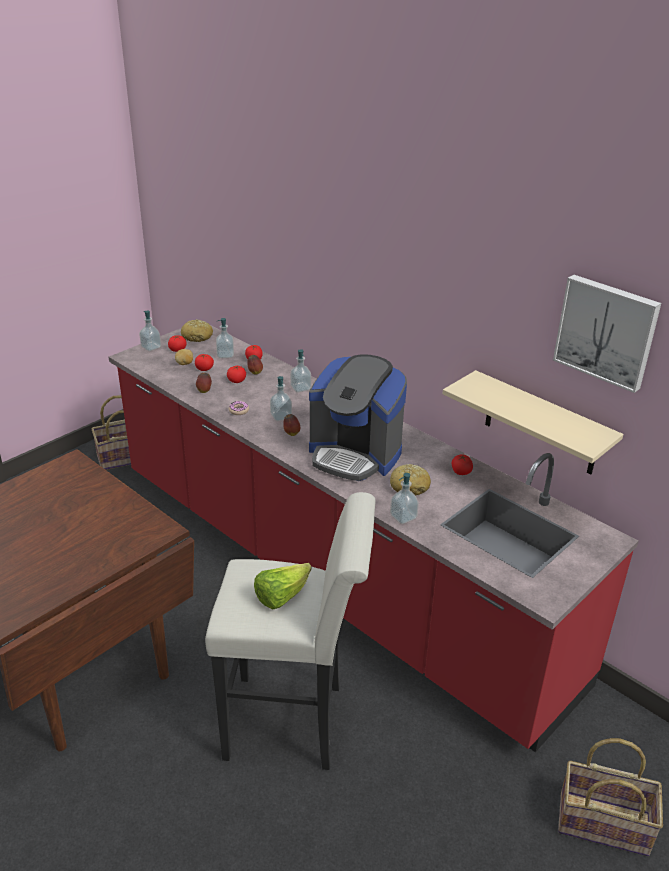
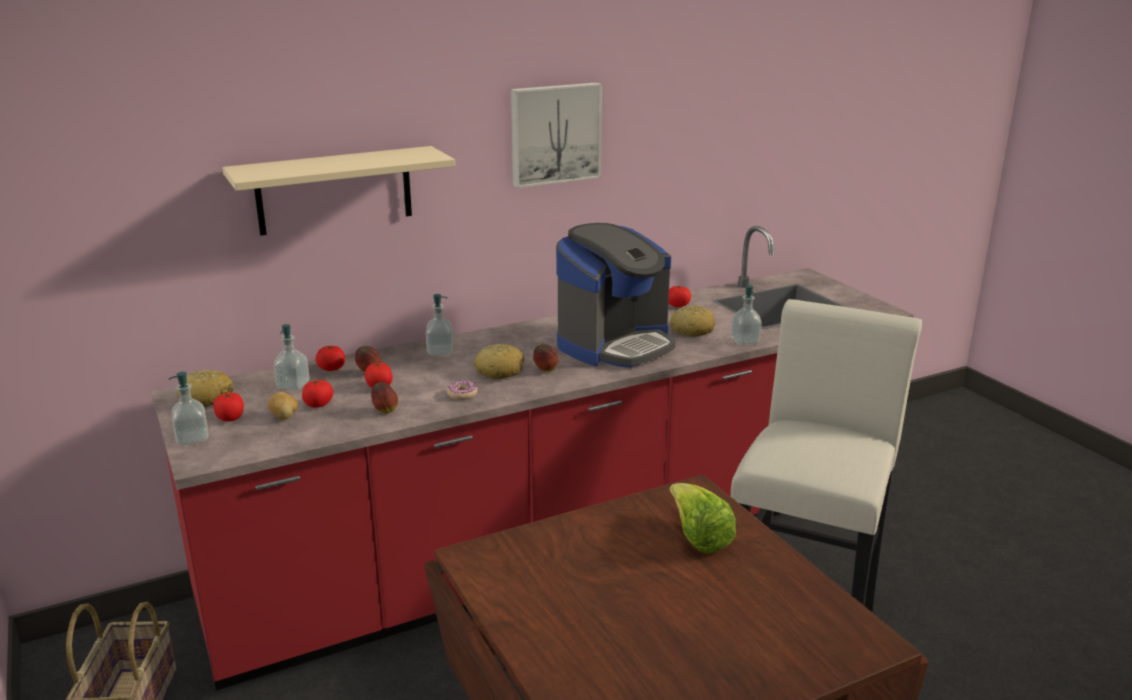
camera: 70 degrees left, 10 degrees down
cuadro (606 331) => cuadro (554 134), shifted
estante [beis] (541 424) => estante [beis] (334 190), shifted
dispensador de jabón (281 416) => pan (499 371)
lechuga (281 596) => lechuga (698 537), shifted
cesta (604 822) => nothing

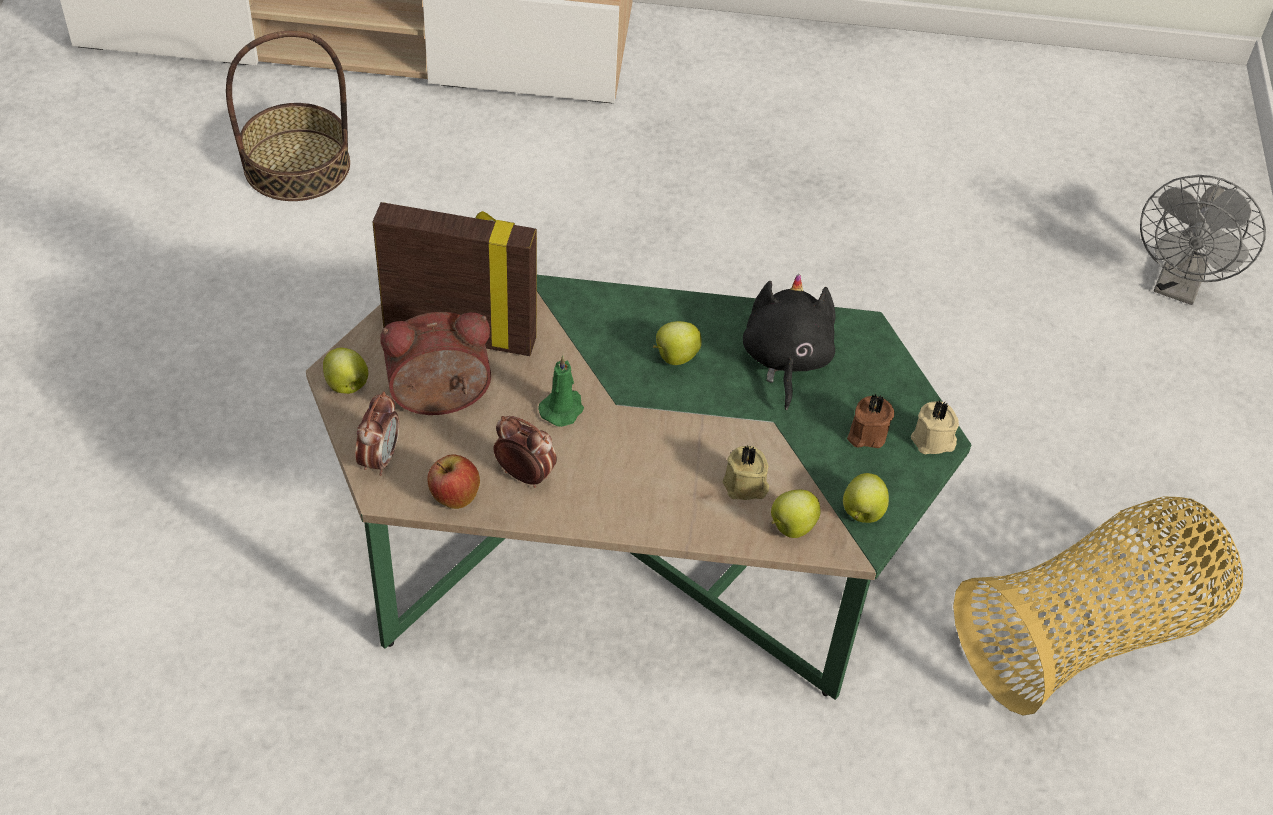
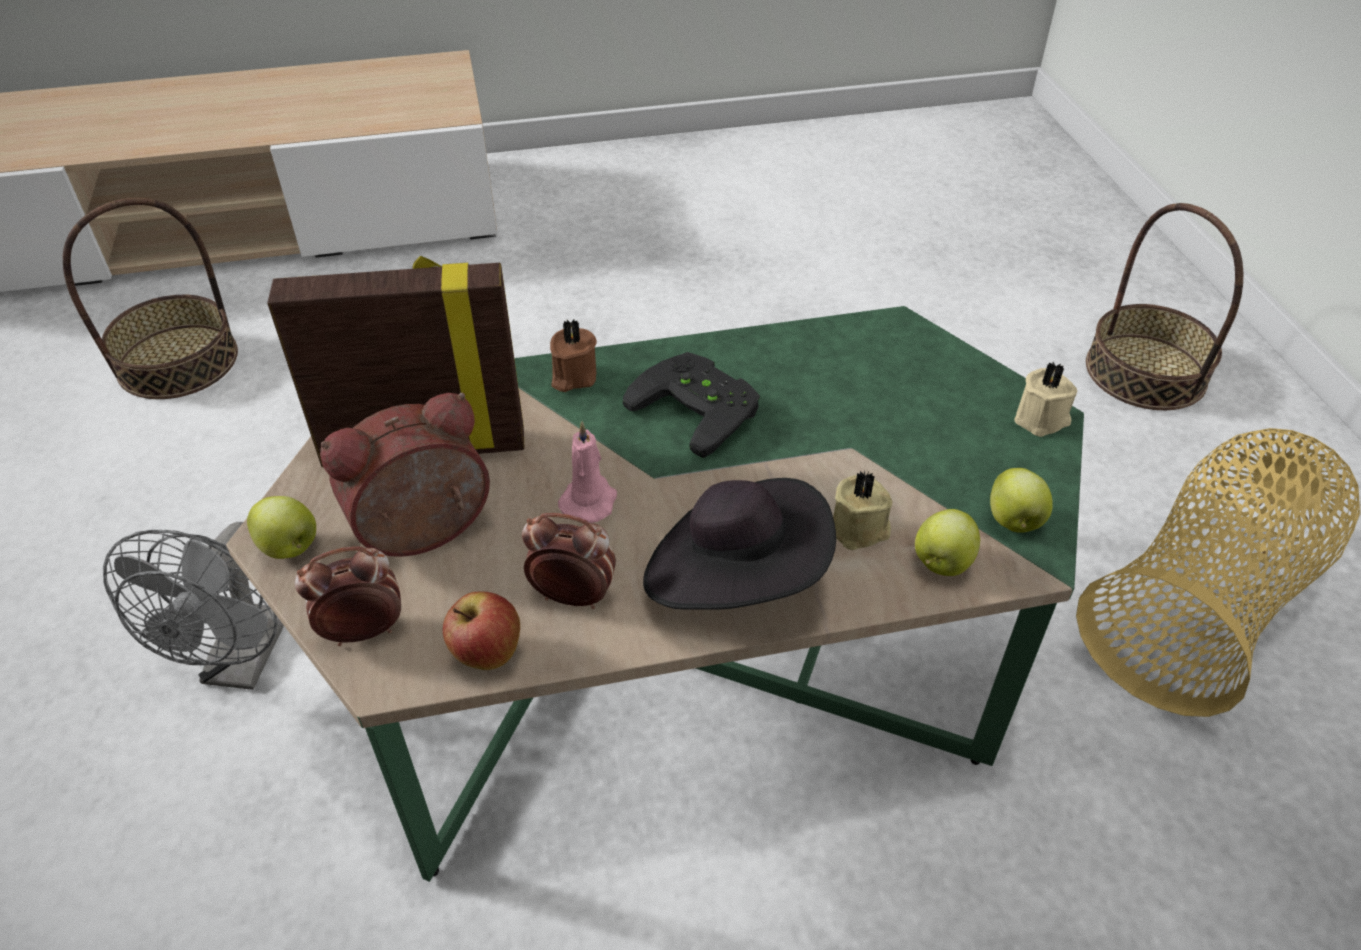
camera: 15 degrees left, 5 degrees down
ventilador [gris] (1178 286) => ventilador [gris] (241 664), shifted
peluche [negro] (785 359) => nothing
manzana (675 357) => mando de consola [negro] (701 407)
vela [verde] (563 408) => vela [rosa] (589 500)
despertador (379 458) => despertador (363 631), 105 degrees counterclockwise
vela [marrón] (866 434) => vela [marrón] (572 376), shifted
nothing => cesta (1146 372)
nothing => sombrero [negro] (736 577)

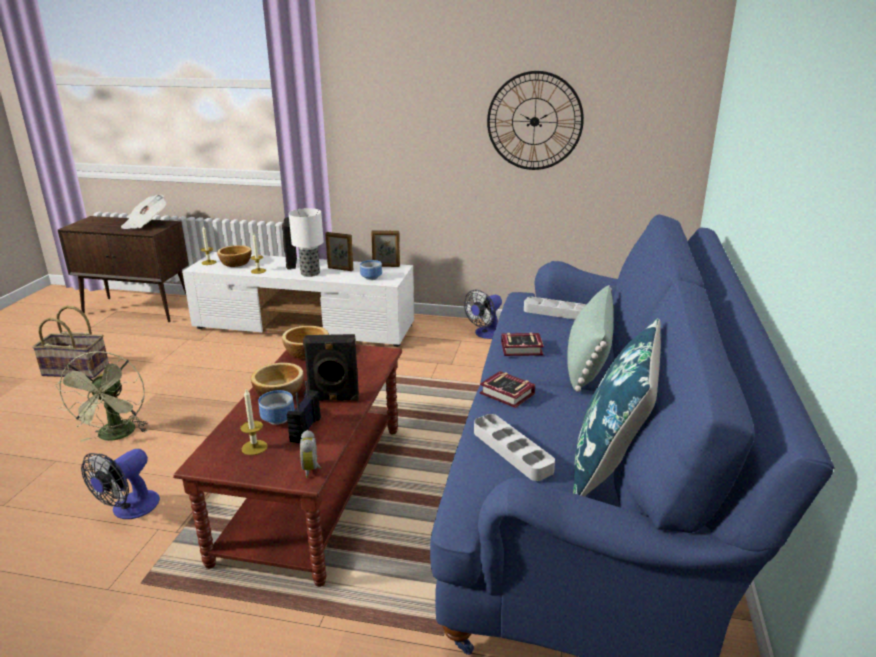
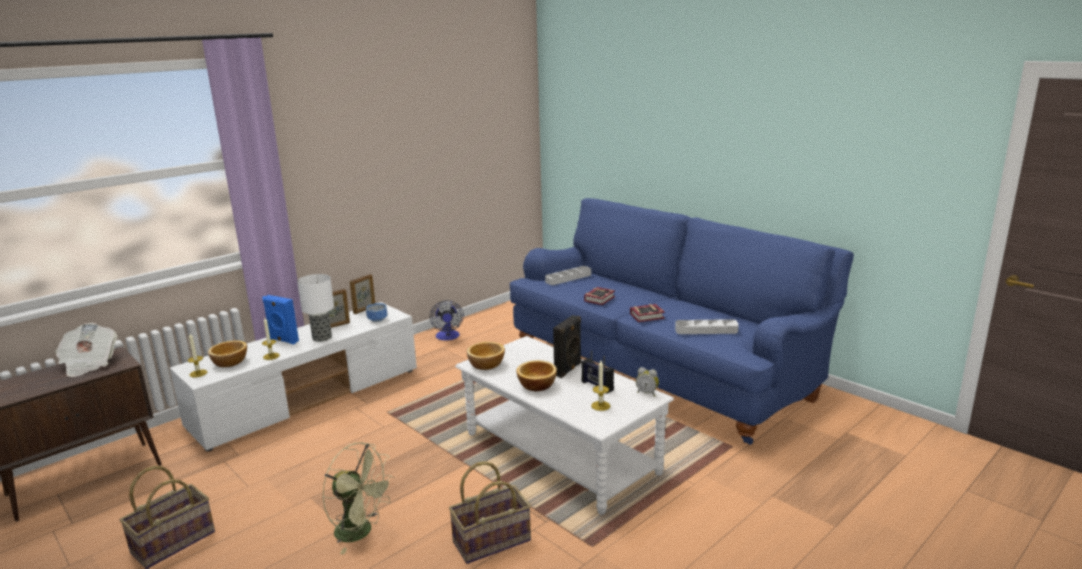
camera: 55 degrees left, 5 degrees down
reloj de pared (534 121) => nothing
altavoz [negro] (291 264) => altavoz [azul] (283 340)
cojín [verde] (588 360) => nothing
cojín [azul] (611 465) => nothing
mesa de centro [marrón] (313 491) => mesa de centro [blanco] (560 454)
cuenco (279 419) => nothing
ventilador (129 510) => cesta (491 540)

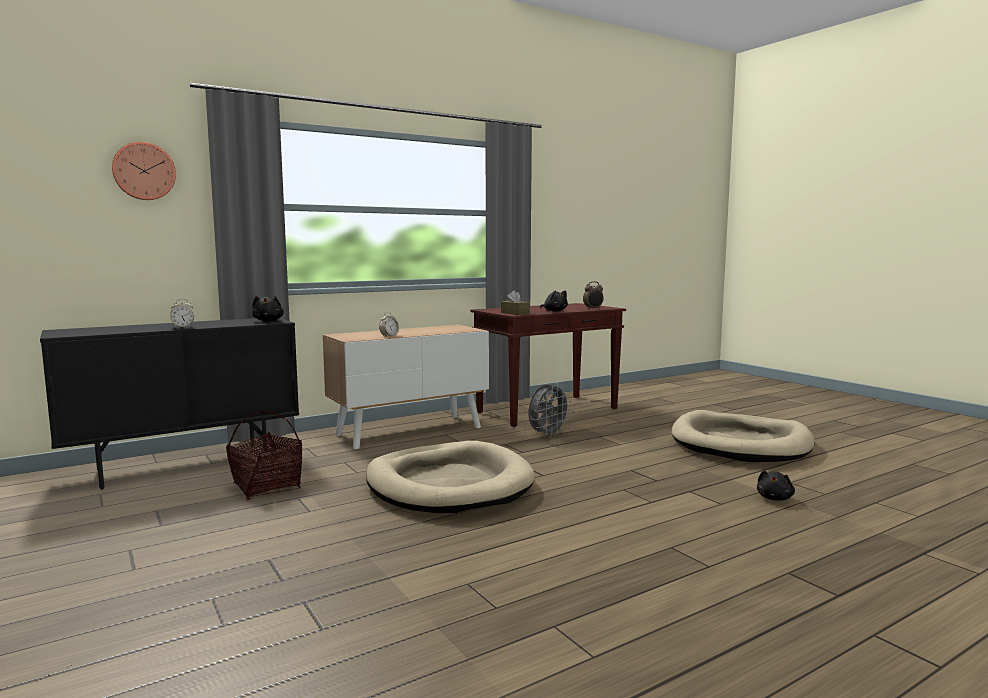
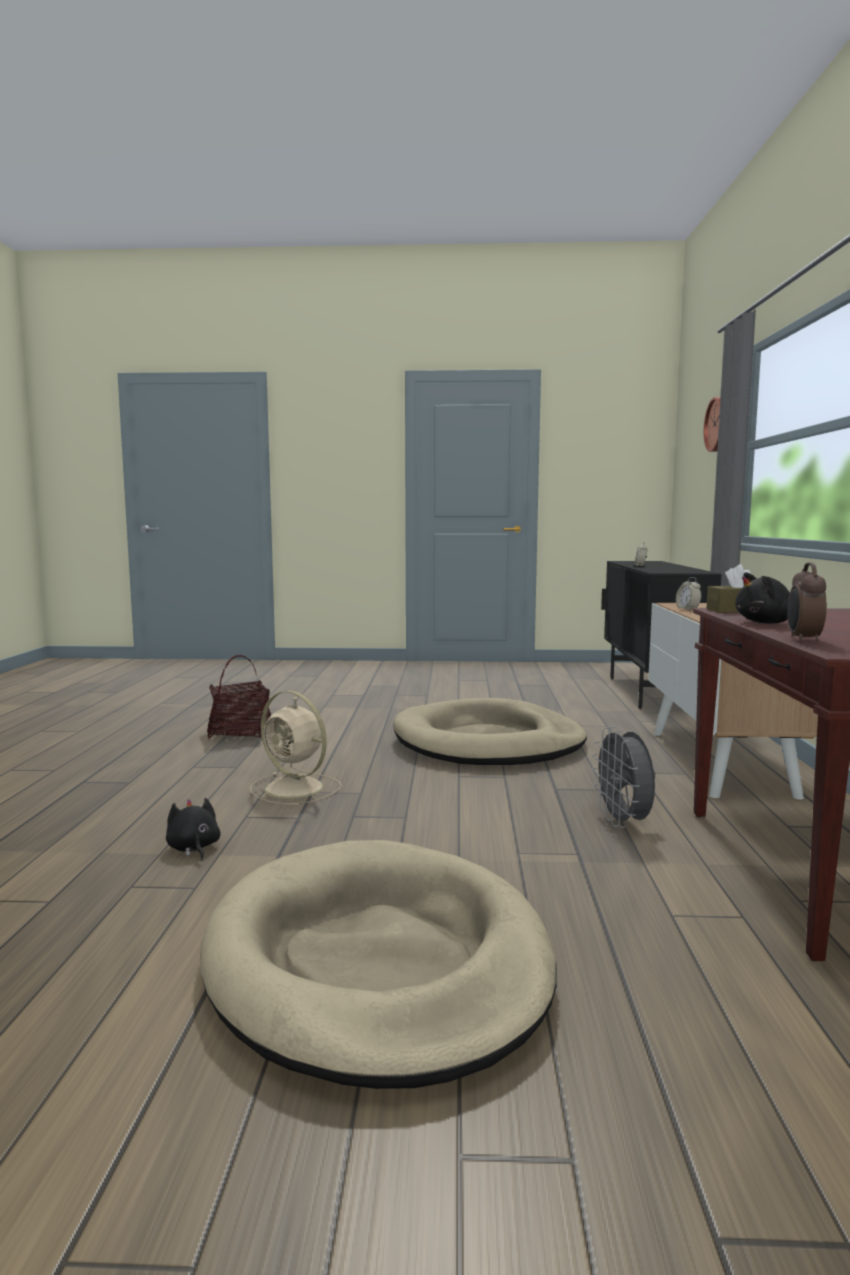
camera: 125 degrees right, 0 degrees up
peluche [negro] (268 321) => nothing
cesta (266 487) => cesta (241 732), shifted
nothing => ventilador [beis] (296 789)

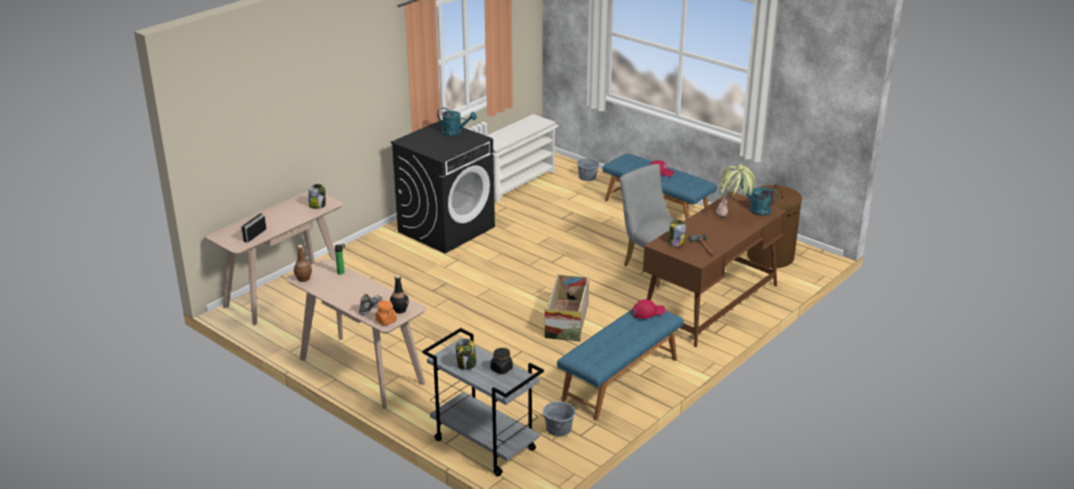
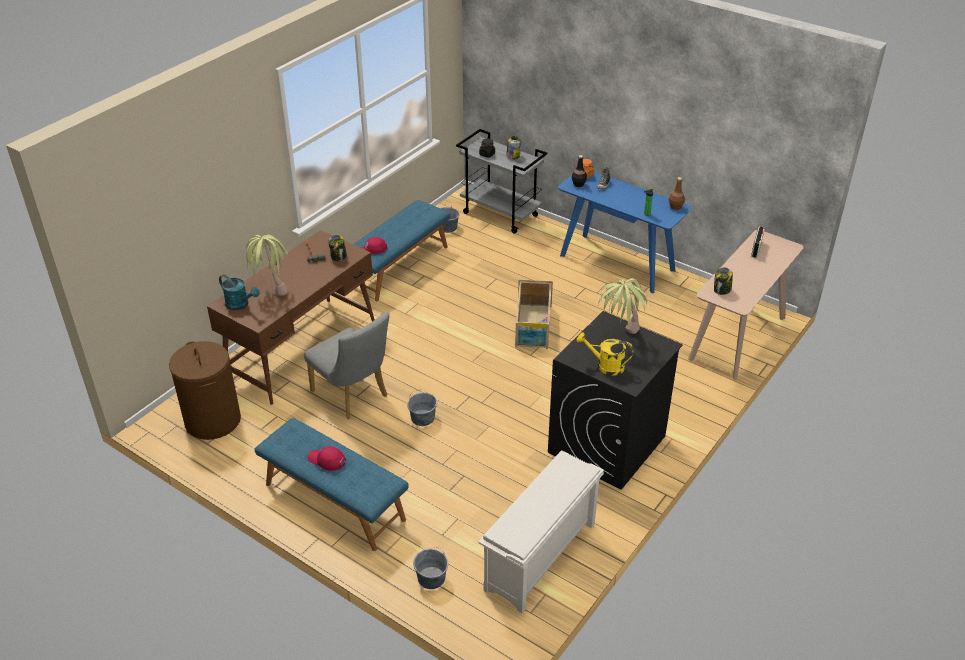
camera: 175 degrees right, 10 degrees up
regadera [turquesa] (455 133) => regadera [amarillo] (605 366)
mesa consola [beis] (361 371) => mesa consola [azul] (617 262)
caja de embalaje (567 320) => caja de embalaje (533 327), shifted
nothing => planta en maceta (620 337)
nothing => cubo [gris] (422 418)

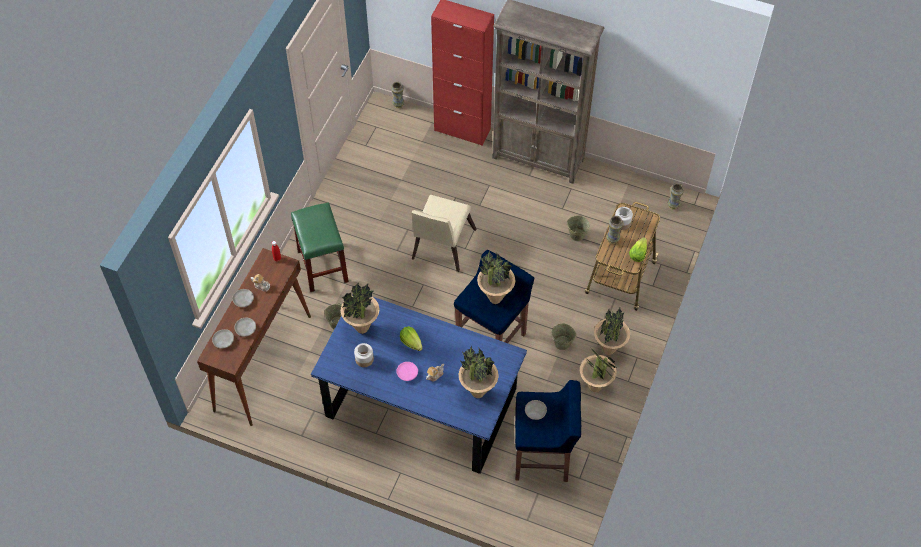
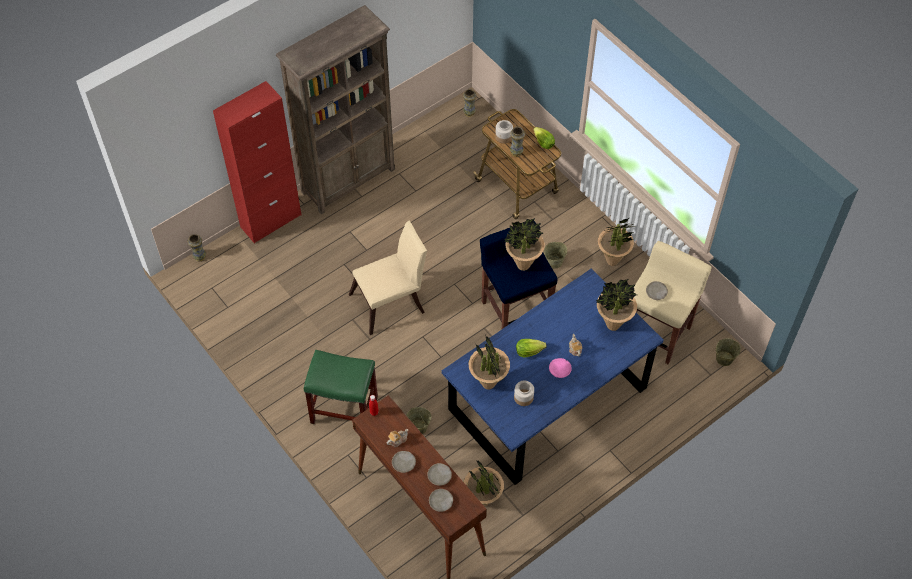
camera: 60 degrees left, 0 degrees up
silla [beis] (441 247) => silla [beis] (392 302), 75 degrees counterclockwise
cubo [beis] (576 234) => cubo [beis] (724 359), shifted
planta en maceta (608 350) => planta en maceta (483 501), shifted
taburete [azul] (542 456) => taburete [beis] (657 333)

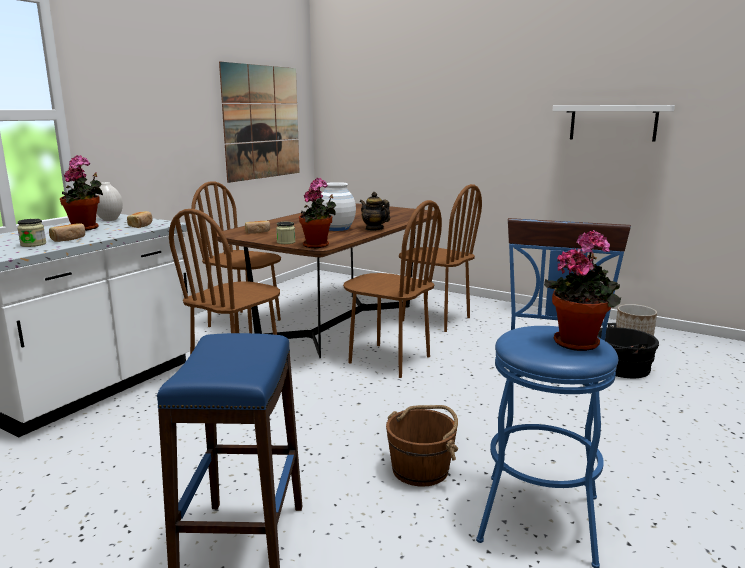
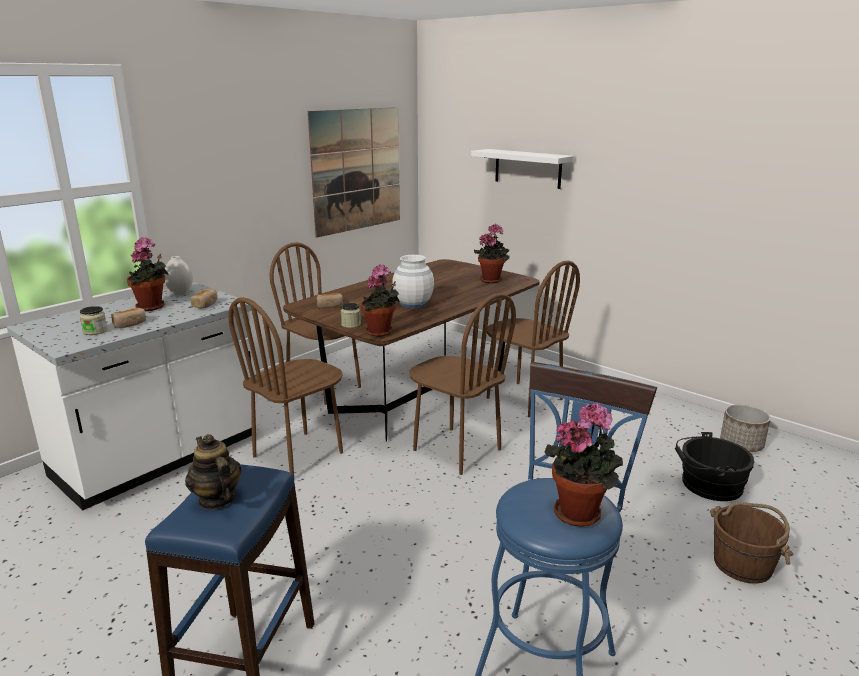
camera: 10 degrees right, 5 degrees up
estante [blanco] (613 122) => estante [blanco] (527 168), shifted
tetera (374 229) => tetera (216 499), shifted
cubo [marrón] (421 469) => cubo [marrón] (743 564), shifted
nothing => planta en maceta (492 280)

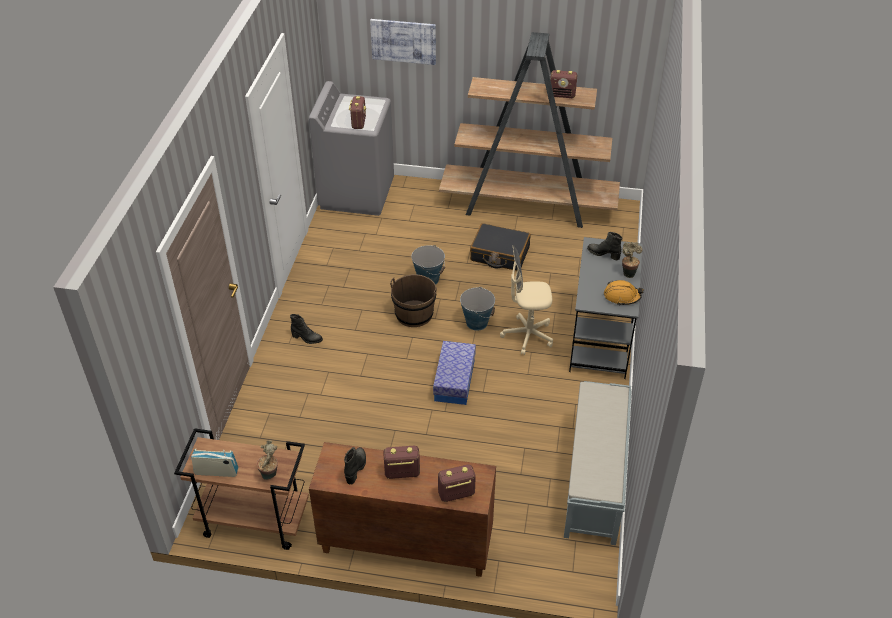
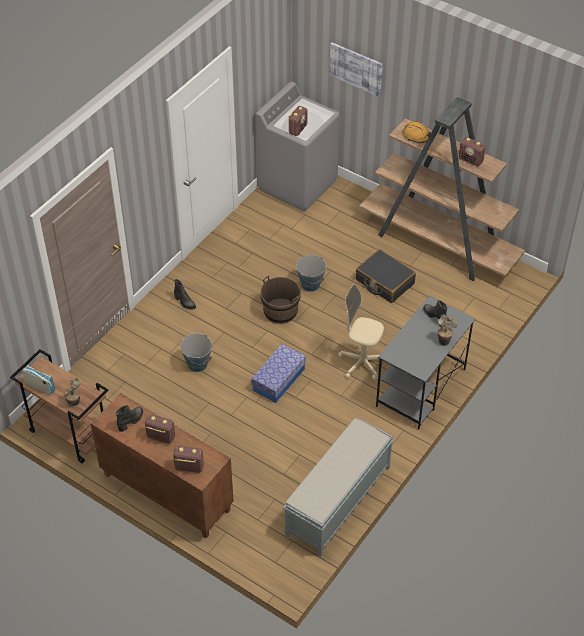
camera: 25 degrees right, 5 degrees up
casco [naranja] (621 296) => casco [naranja] (417 136), shifted
cubo (477 322) => cubo (197 364), shifted

